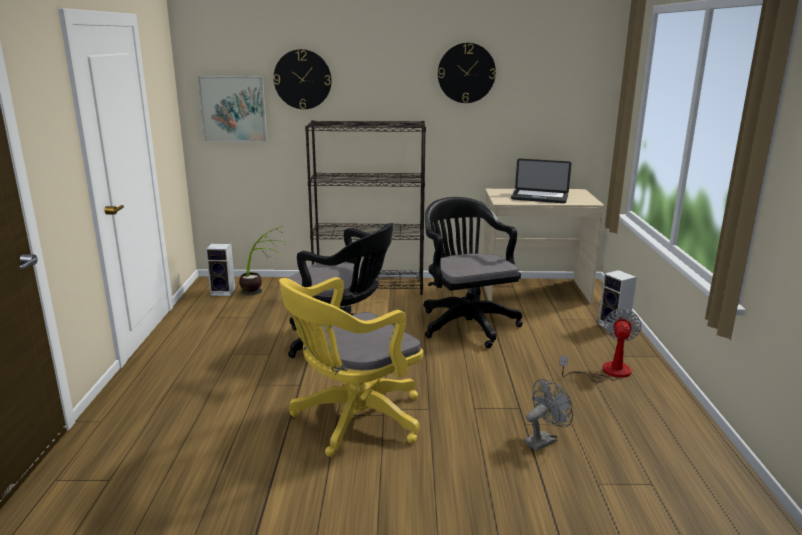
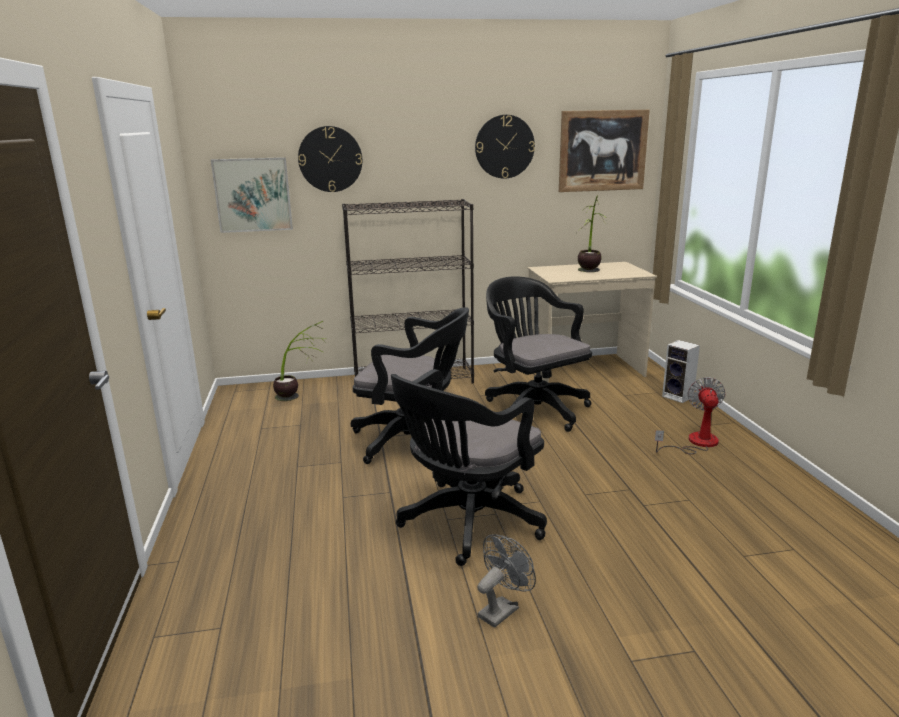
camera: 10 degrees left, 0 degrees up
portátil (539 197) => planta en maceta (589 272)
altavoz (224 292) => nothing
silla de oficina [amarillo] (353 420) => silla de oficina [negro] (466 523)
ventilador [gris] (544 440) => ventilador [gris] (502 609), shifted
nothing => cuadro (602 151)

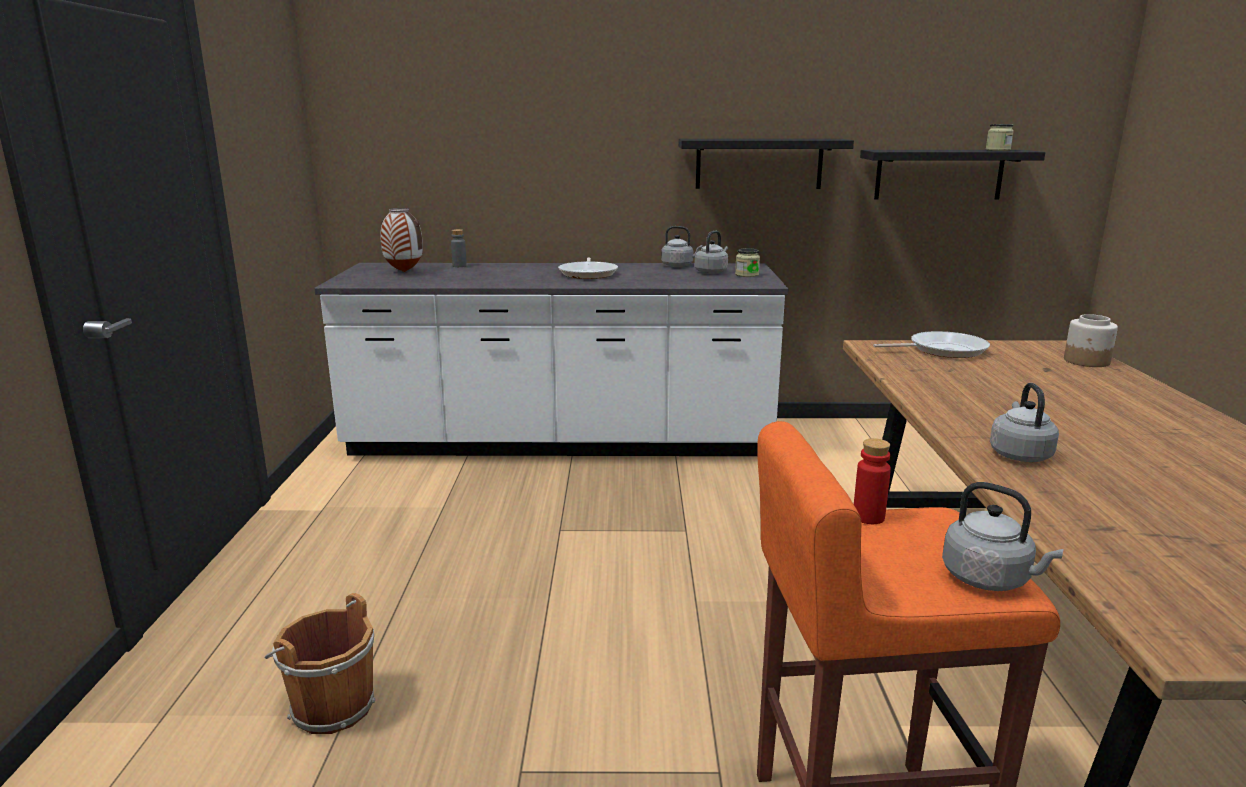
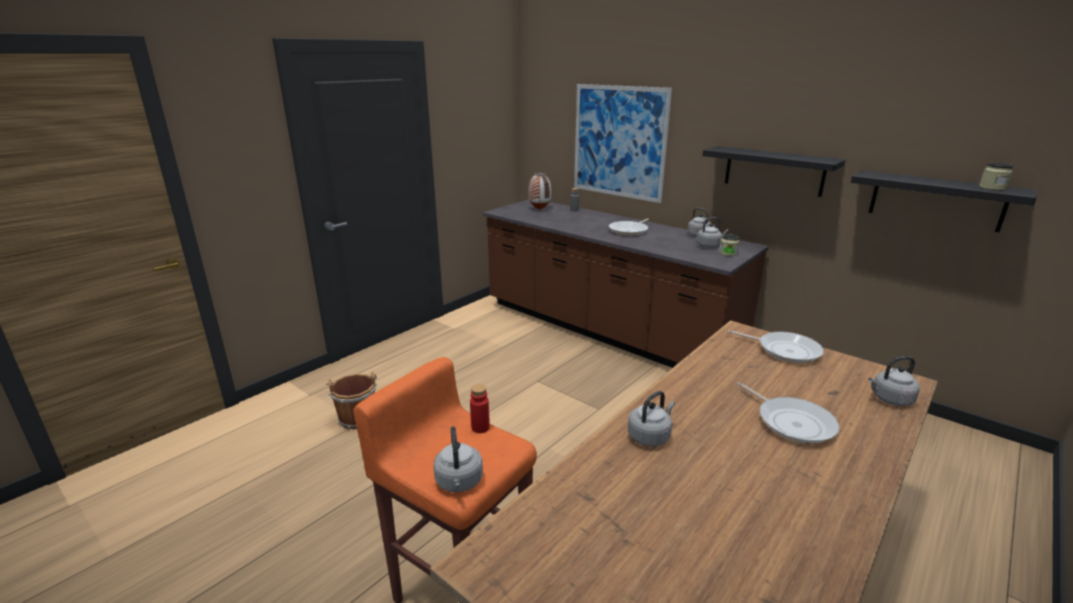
camera: 40 degrees right, 5 degrees up
mueble bajo de cocina [blanco] (561 441) => mueble bajo de cocina [marrón] (606 330)
tarro (1087 361) => hervidor [gris] (889 399)
nothing => cuadro (619 142)
nothing => sartén (792 422)

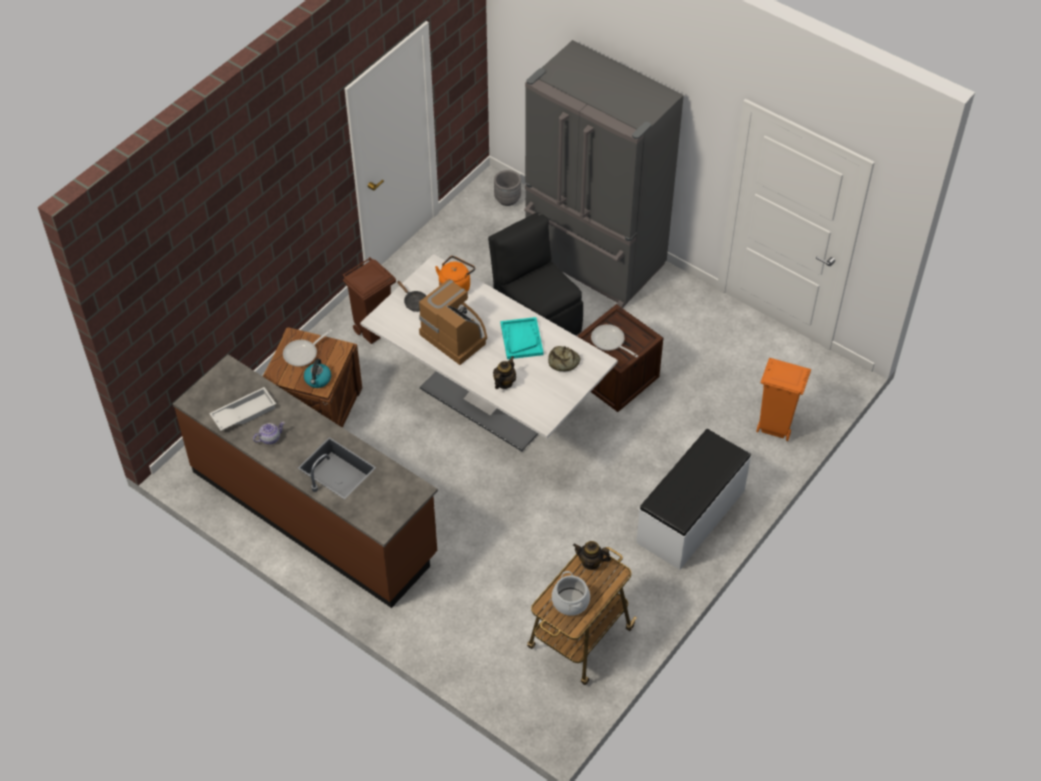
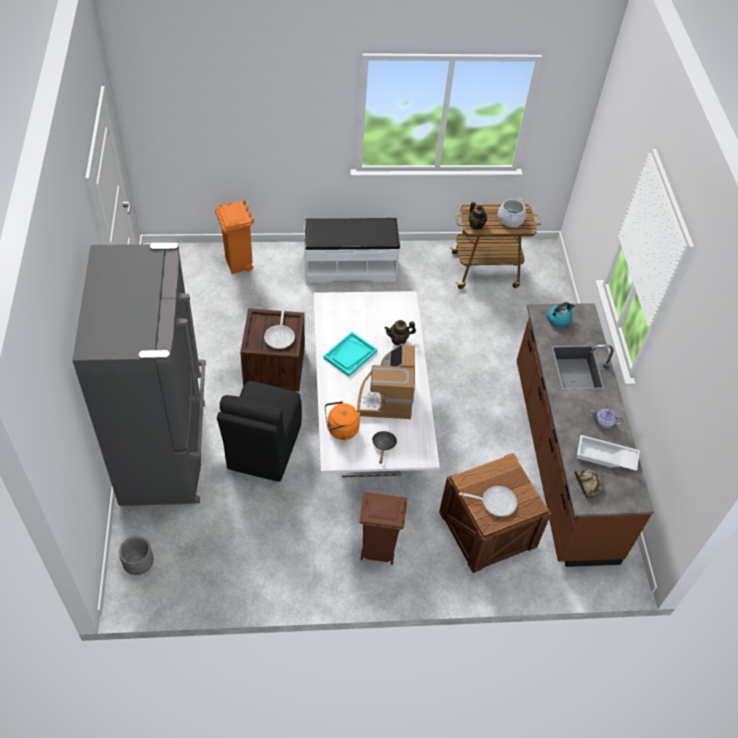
camera: 135 degrees left, 0 degrees up
pan (563 362) => pan (588 484), shifted
hervidor (318 380) => hervidor (558 319), shifted

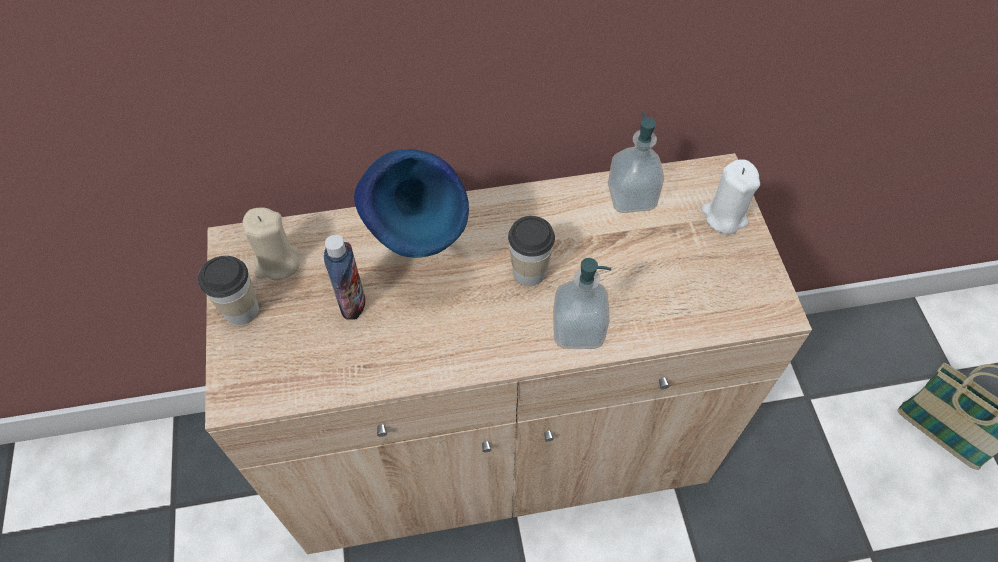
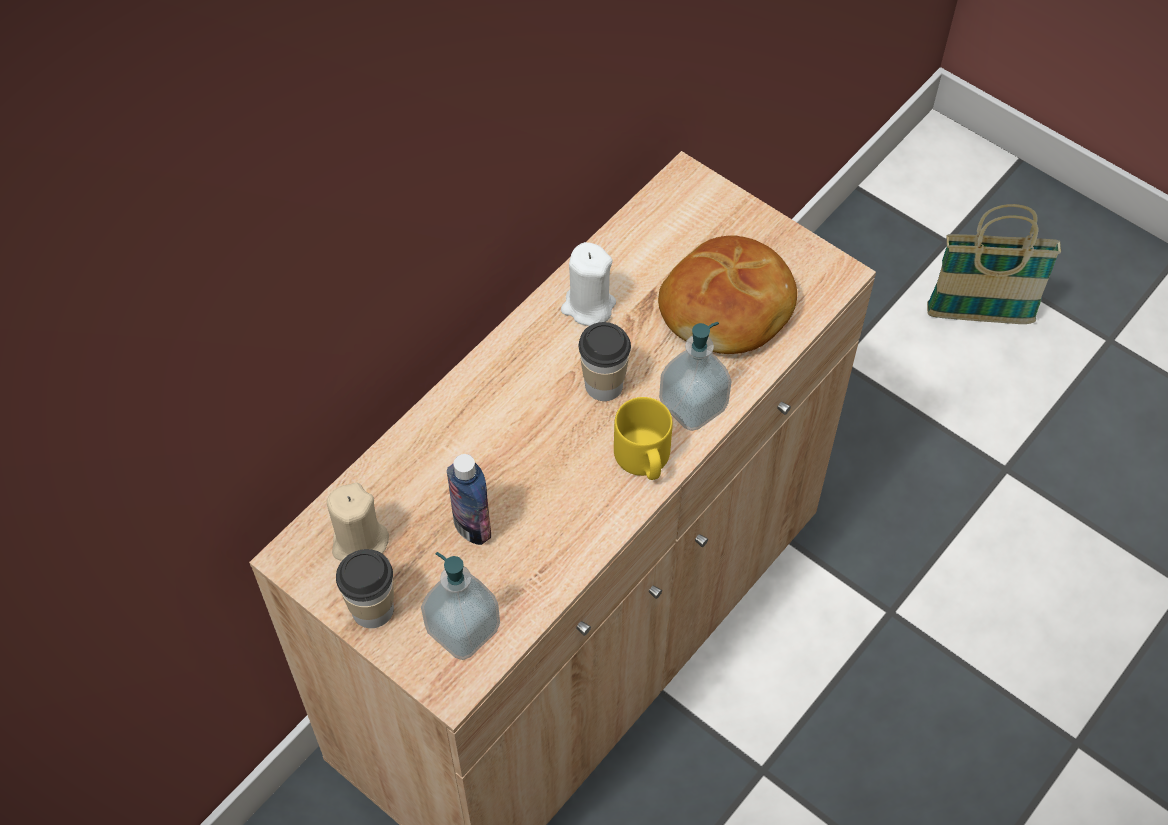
camera: 40 degrees left, 0 degrees up
dispensador de jabón (631 197) => dispensador de jabón (463 629), shifted
florero [azul] (419 250) => nothing
vela [blanco] (724 216) => vela [blanco] (588 306), shifted
nothing => pan (728 308)
nothing => taza grande [amarillo] (644 459)

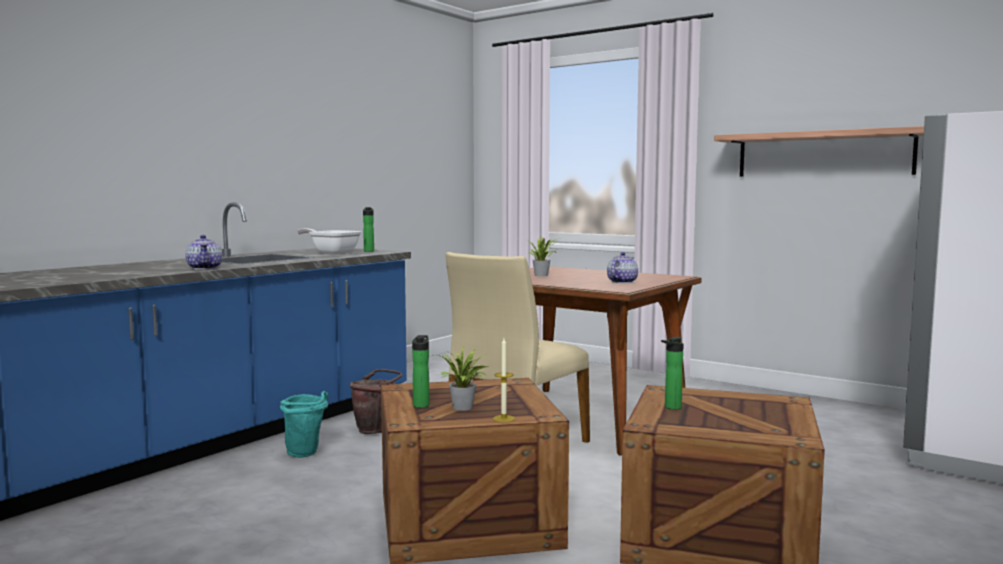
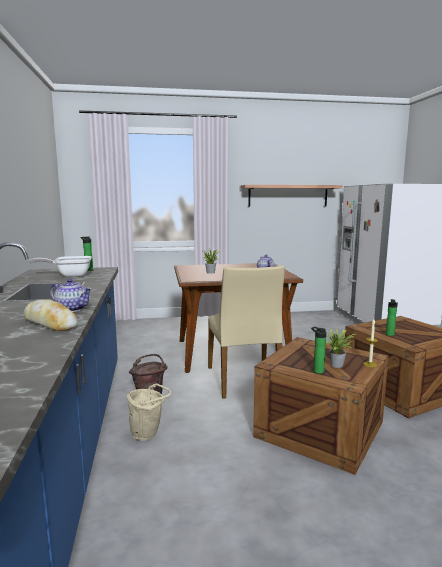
camera: 45 degrees left, 5 degrees up
cubo [turquesa] (306 454) => cubo [beis] (148 434)
nothing => pan (50 323)

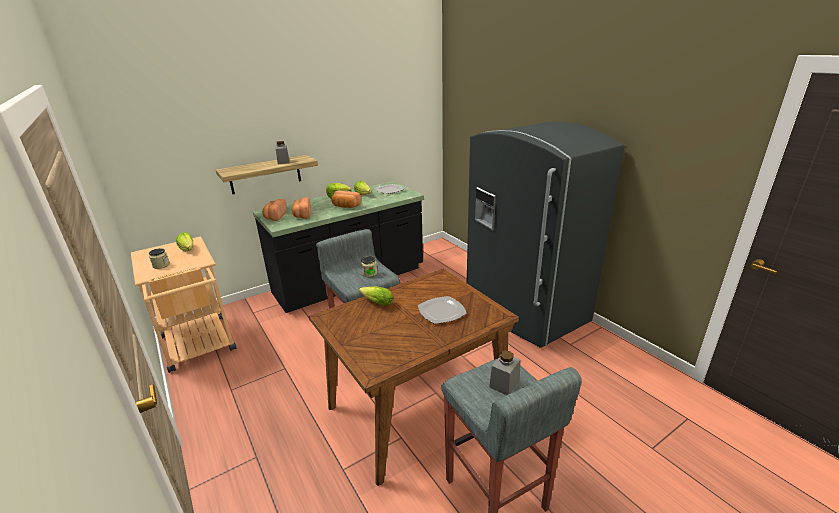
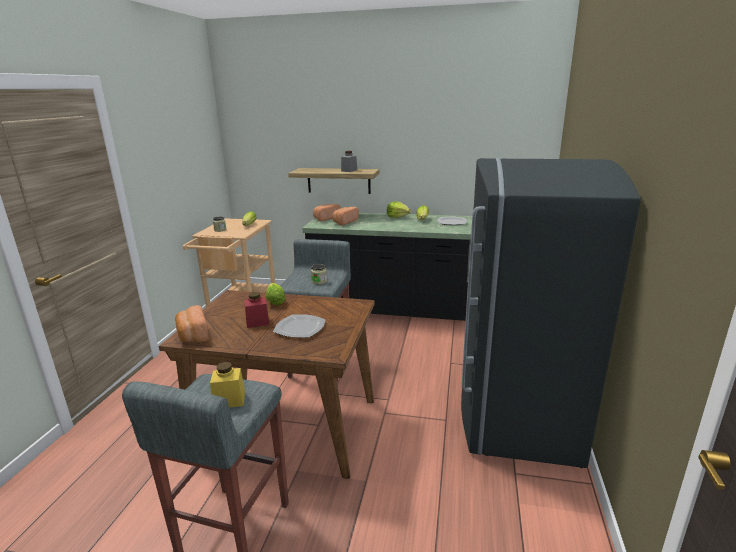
camera: 45 degrees right, 5 degrees down
pan (345 206) => pan (192 335), shifted
tarro [gris] (504 383) => tarro [amarillo] (229 400)
nothing => tarro [rojo] (257 322)

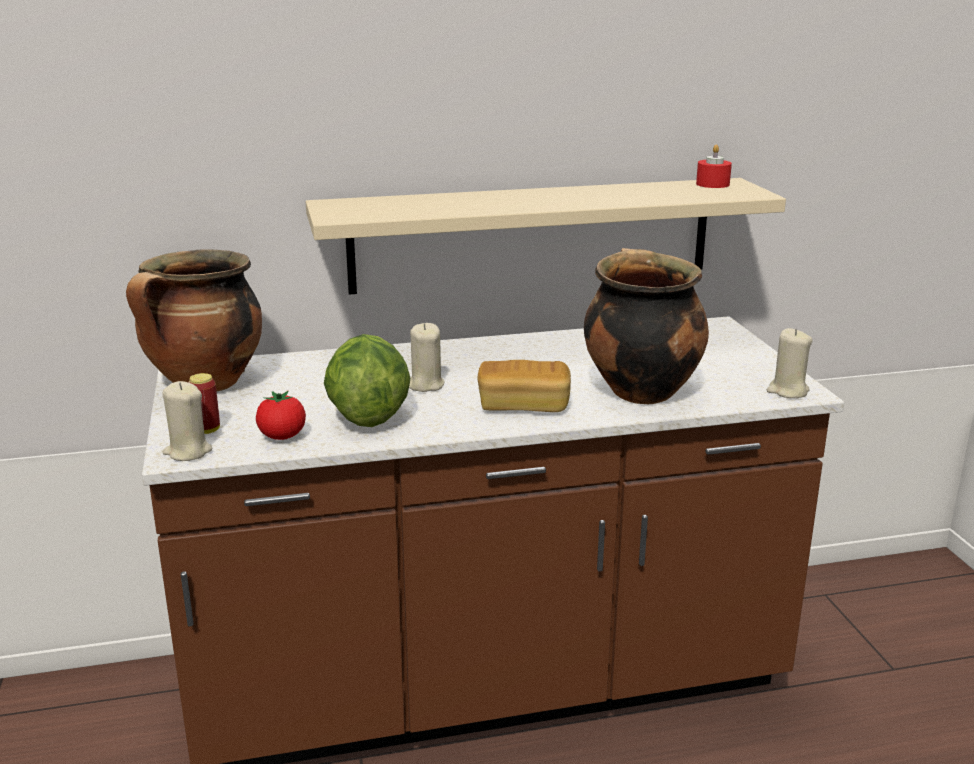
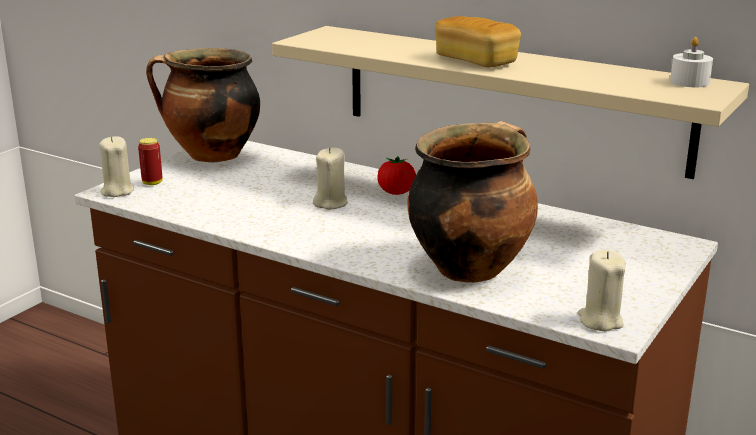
camera: 45 degrees right, 0 degrees up
vela [rojo] (712 184) => vela [blanco] (689 82)
lechuga (367 416) => nothing
pan (523 406) => pan (476 61), shifted
tomate (282 437) => tomate (396 193), shifted

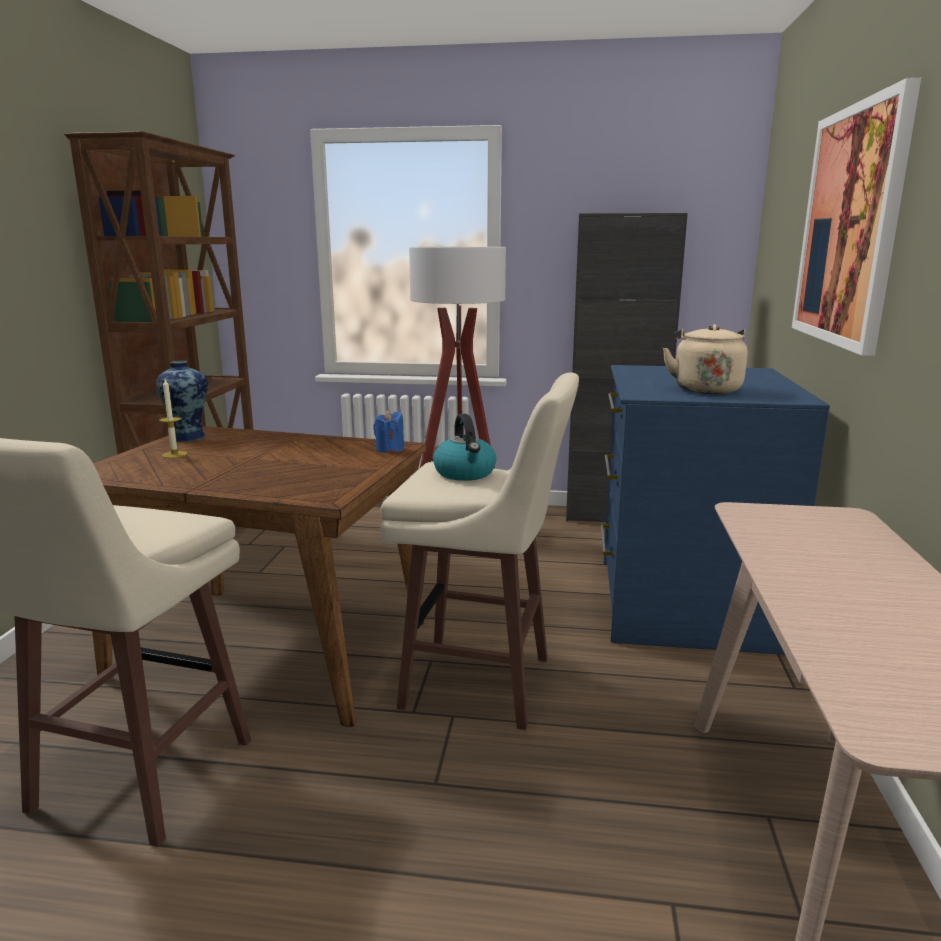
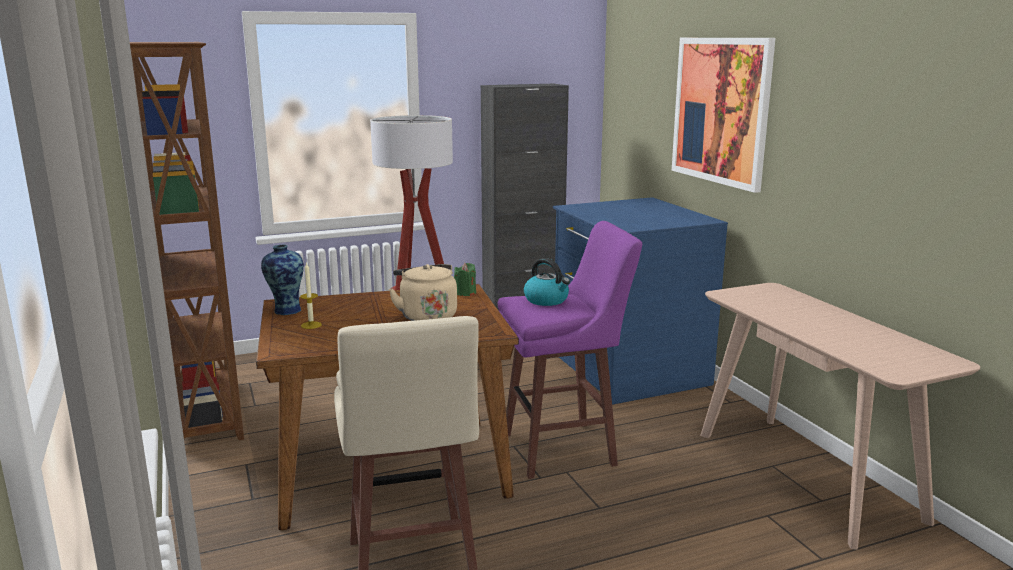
camera: 30 degrees left, 0 degrees up
hervidor [beis] (705 389) => hervidor [beis] (426 316), shifted
taburete [beis] (481 684) => taburete [morado] (562 450)
vela [azul] (390 449) => vela [verde] (465 293)

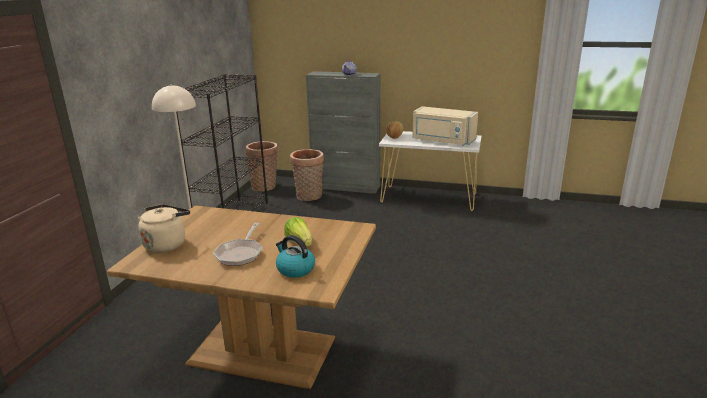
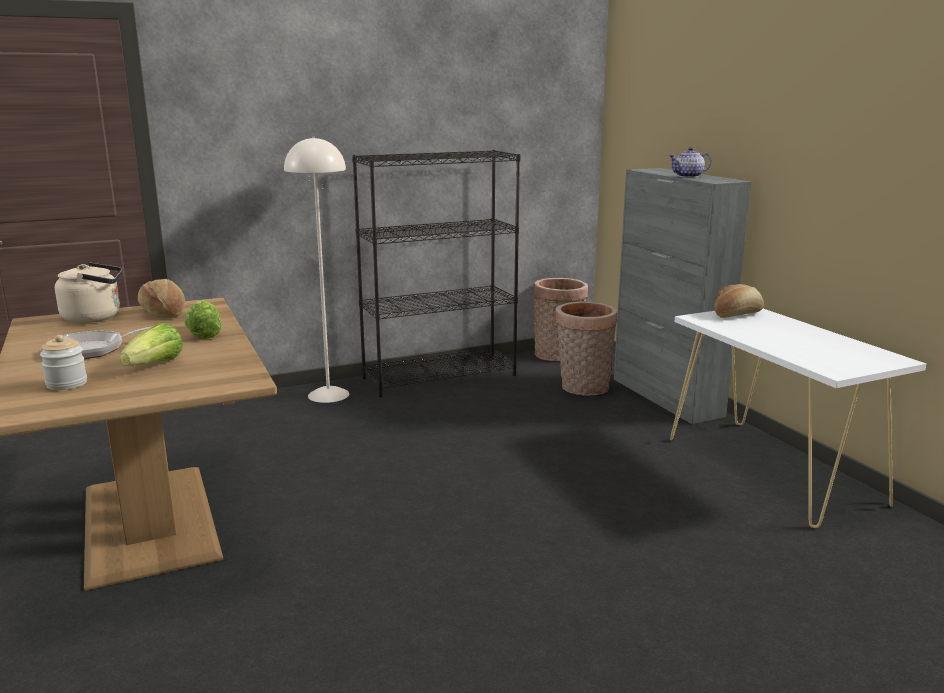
camera: 50 degrees right, 5 degrees down
microondas [beis] (442 141) => nothing
hervidor (295 269) => tarro (67 384)
nothing => pan (164 313)
nothing => lechuga (204 333)

